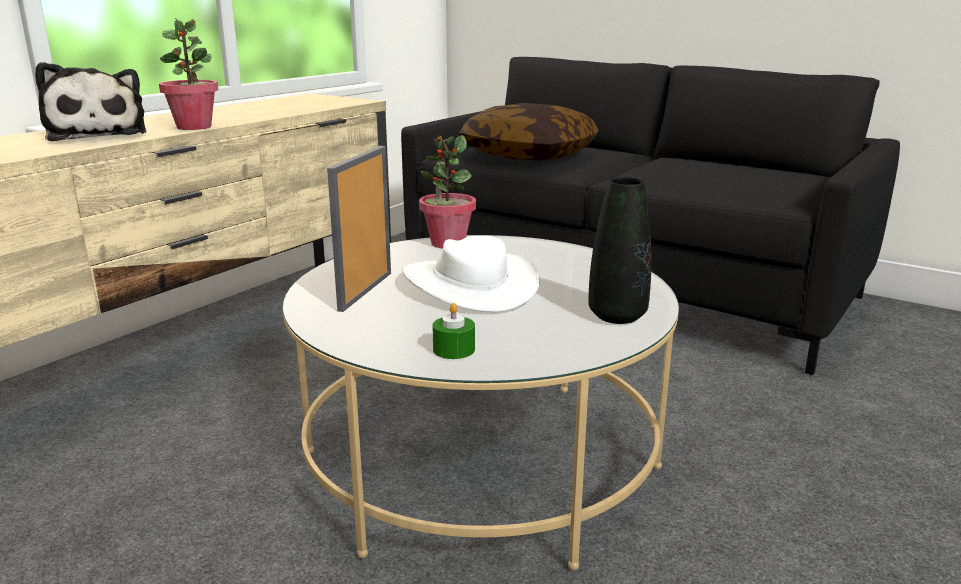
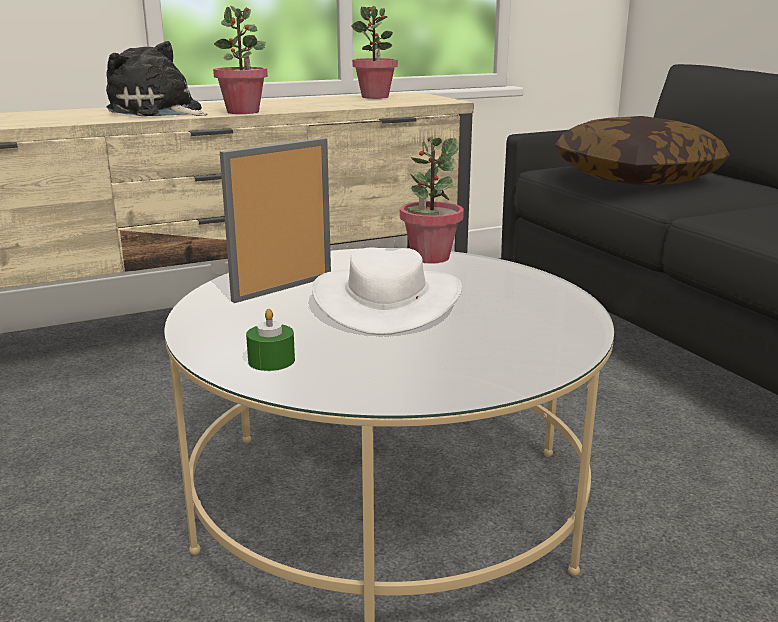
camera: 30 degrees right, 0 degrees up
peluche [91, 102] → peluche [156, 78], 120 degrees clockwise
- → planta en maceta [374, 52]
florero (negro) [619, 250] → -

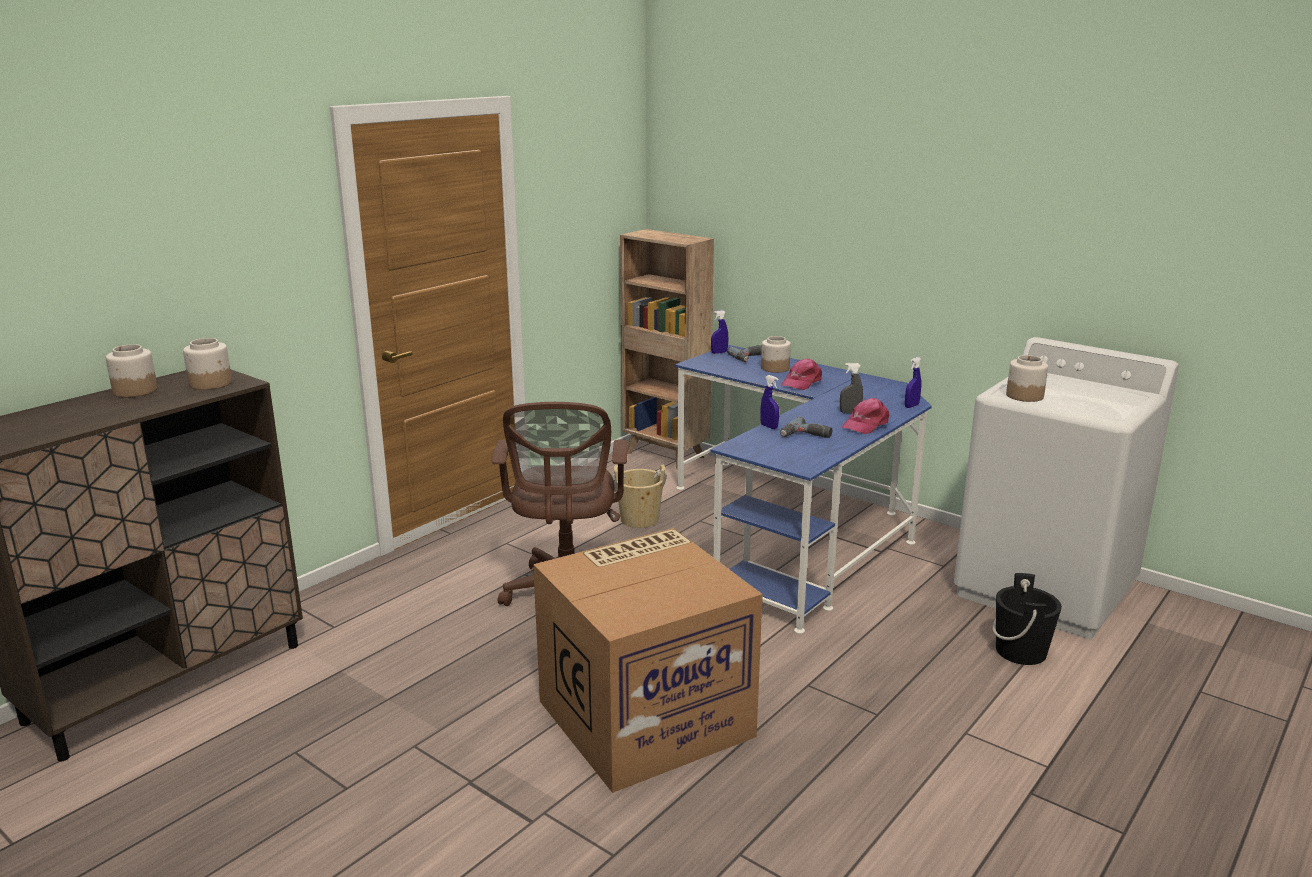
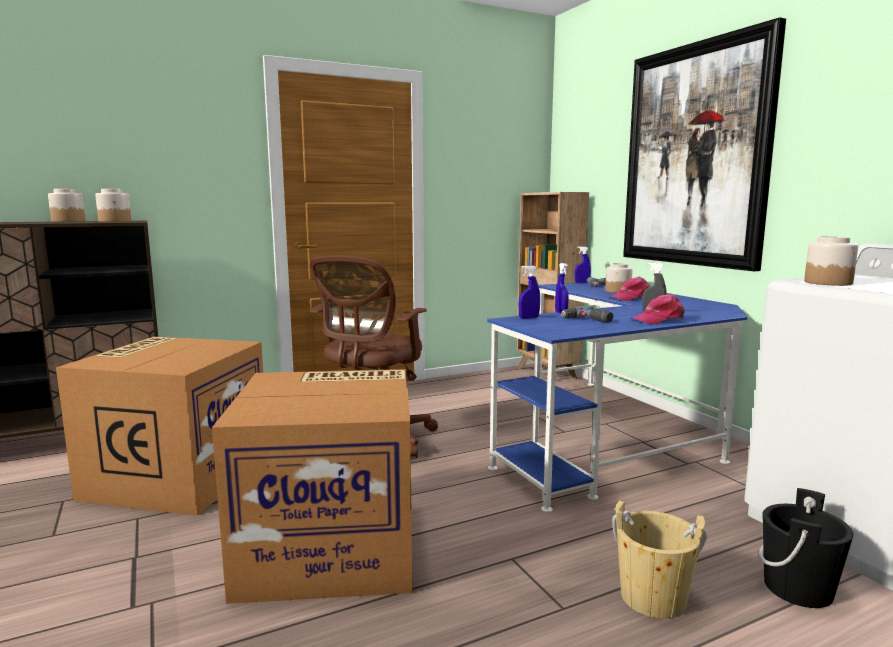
camera: 25 degrees right, 10 degrees down
- → caja de cartón [159, 426]
pulverizador (azul) [913, 382] → pulverizador (azul) [529, 292], move
cubo (beis) [639, 496] → cubo (beis) [660, 560], move
- → cuadro [704, 144]

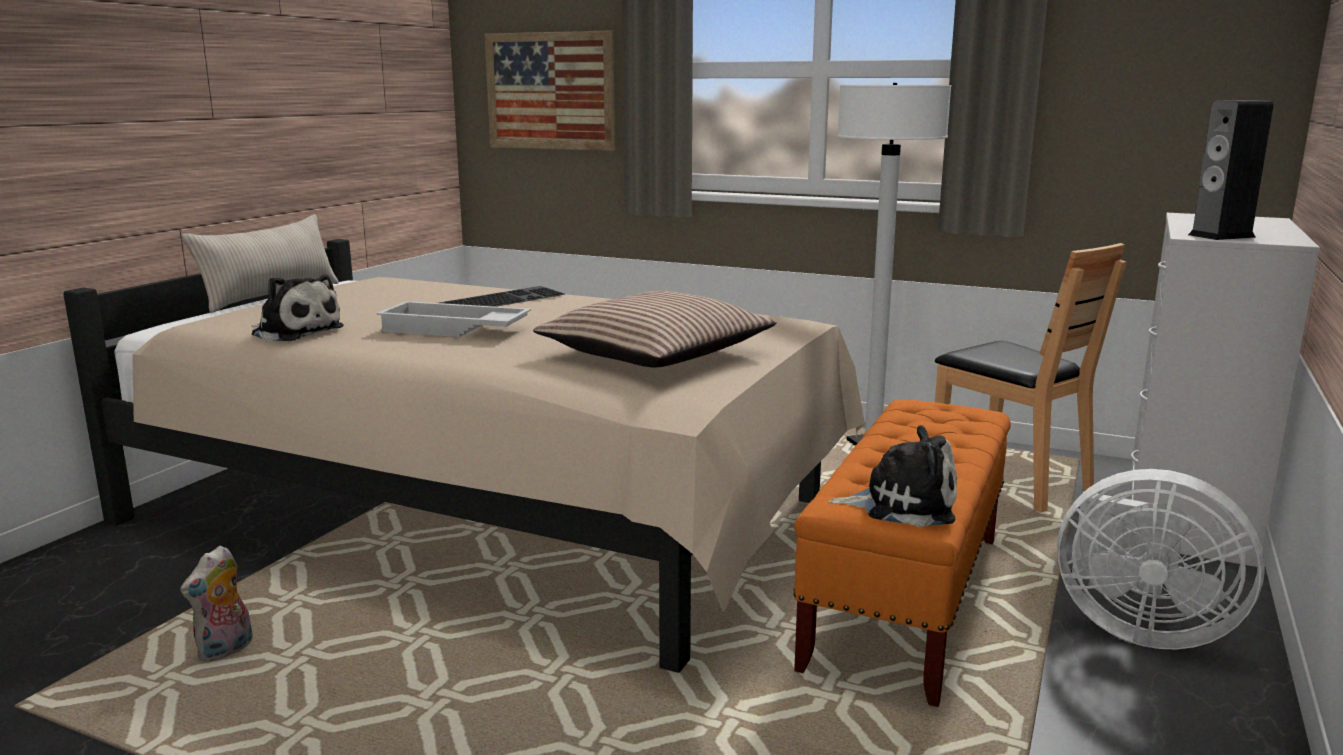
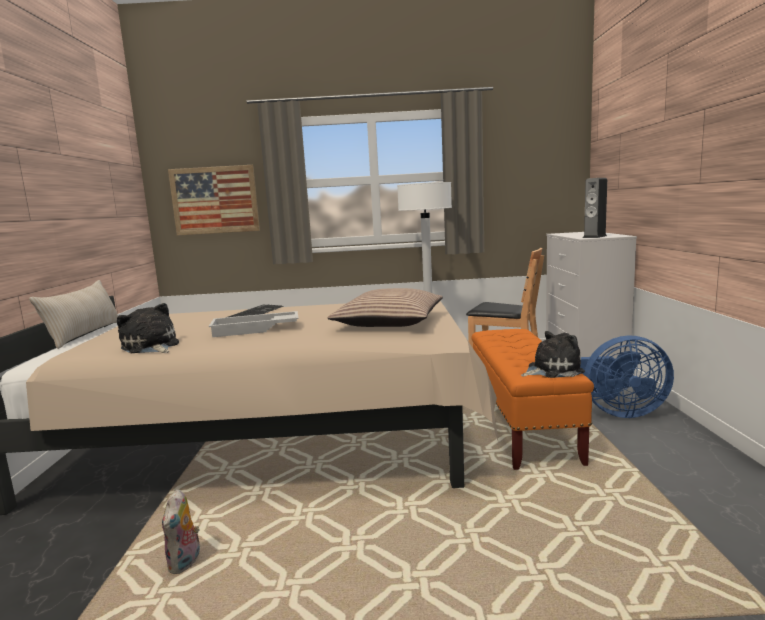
camera: 25 degrees left, 5 degrees down
peluche [298, 308] → peluche [148, 328], 135 degrees counterclockwise
ventilador (blanco) [1161, 559] → ventilador (azul) [627, 376]

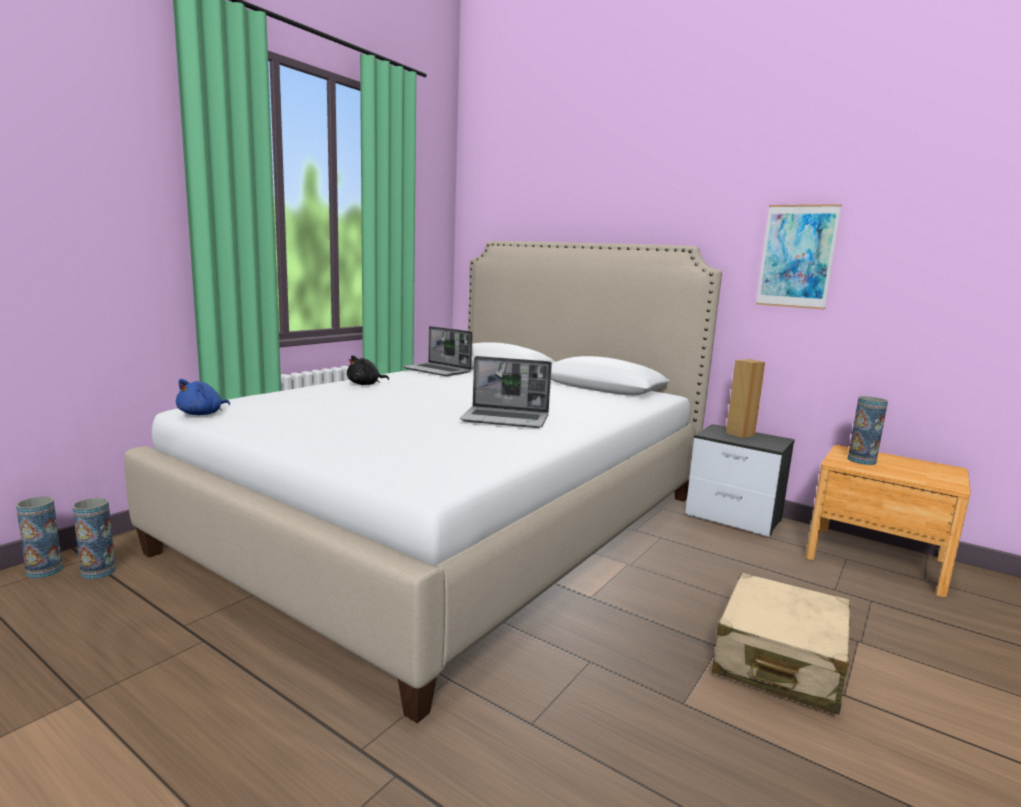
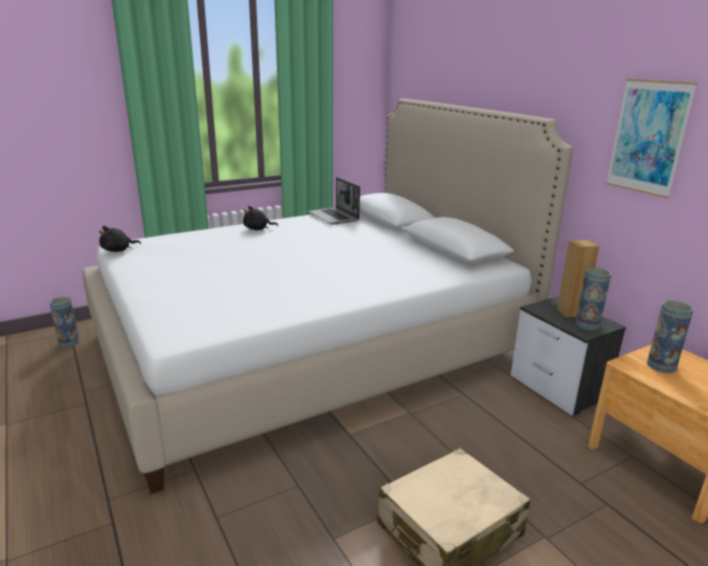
camera: 25 degrees right, 10 degrees up
peluche (azul) [203, 397] → peluche (negro) [120, 239]
florero [39, 537] → florero [593, 298], move
portátil [506, 392] → -

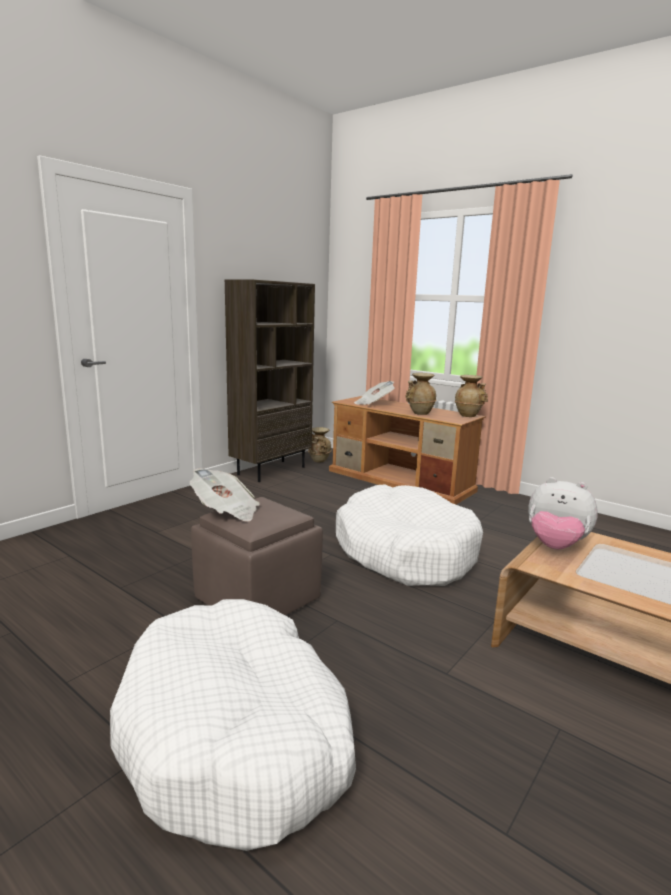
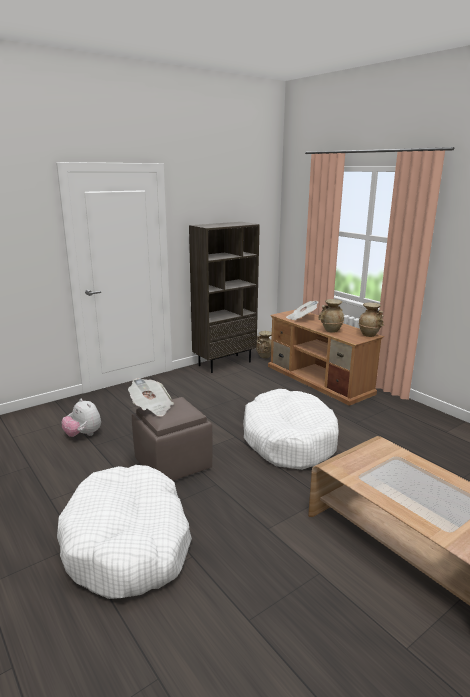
camera: 15 degrees right, 5 degrees up
peluche [563, 513] → peluche [81, 418], move

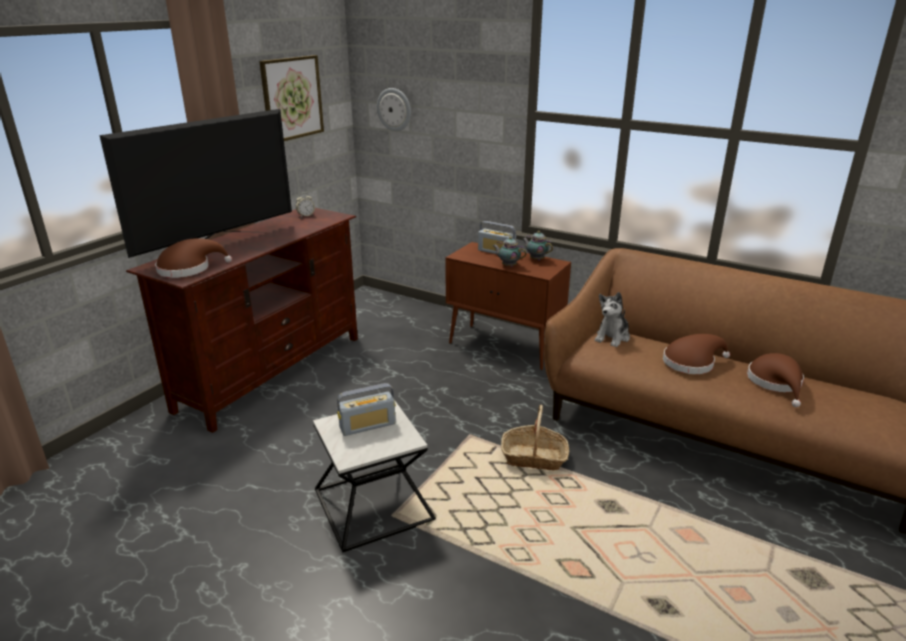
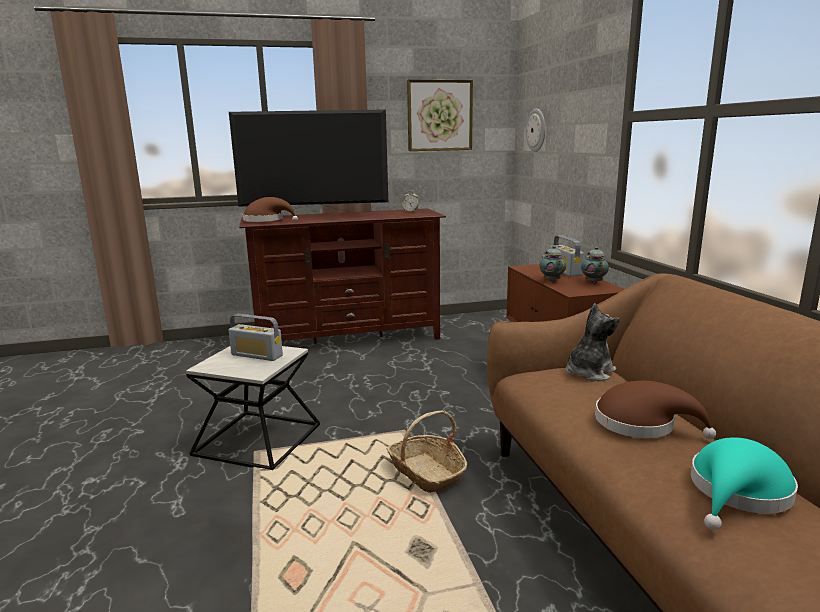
camera: 45 degrees right, 10 degrees down
peluche [612, 319] → peluche [592, 342], 150 degrees clockwise
sombrero (marrón) [775, 380] → sombrero (turquesa) [744, 483]

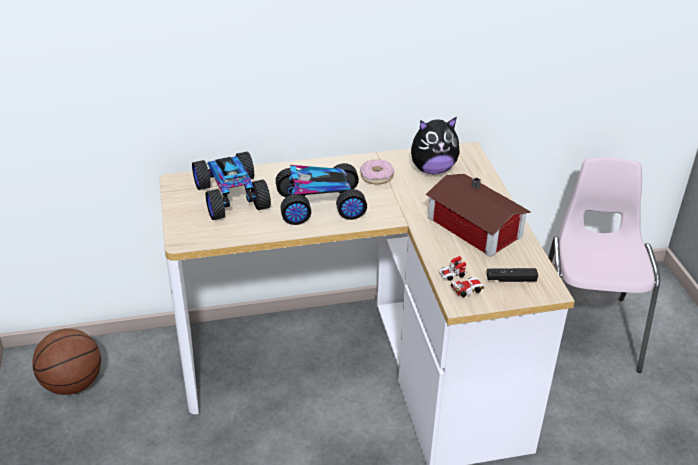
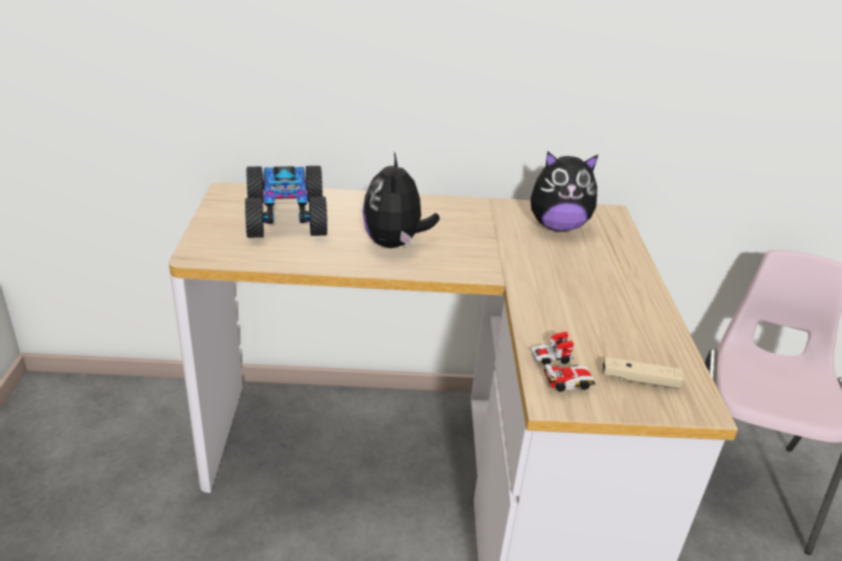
camera: 10 degrees right, 5 degrees down
coche de juguete [321, 194] → peluche [401, 200]
mando de consola (negro) [512, 275] → mando de consola (beis) [643, 373]
balón de baloncesto [66, 362] → -
rosquilla [377, 171] → -
casita [478, 215] → -

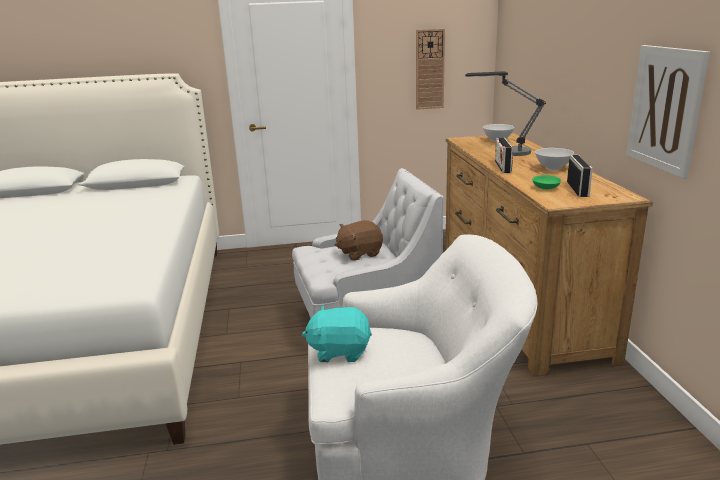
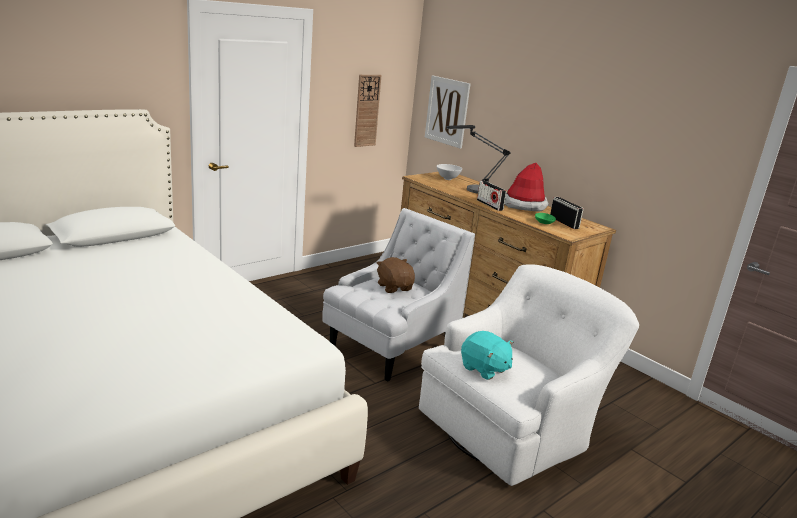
camera: 35 degrees left, 0 degrees up
peluche (marrón) [359, 240] → peluche (marrón) [396, 275], 120 degrees clockwise
cuadro [668, 112] → cuadro [447, 112], move
peluche (turquesa) [337, 334] → peluche (turquesa) [487, 355], 105 degrees counterclockwise
cuenco (blanco) [554, 159] → sombrero [527, 187]

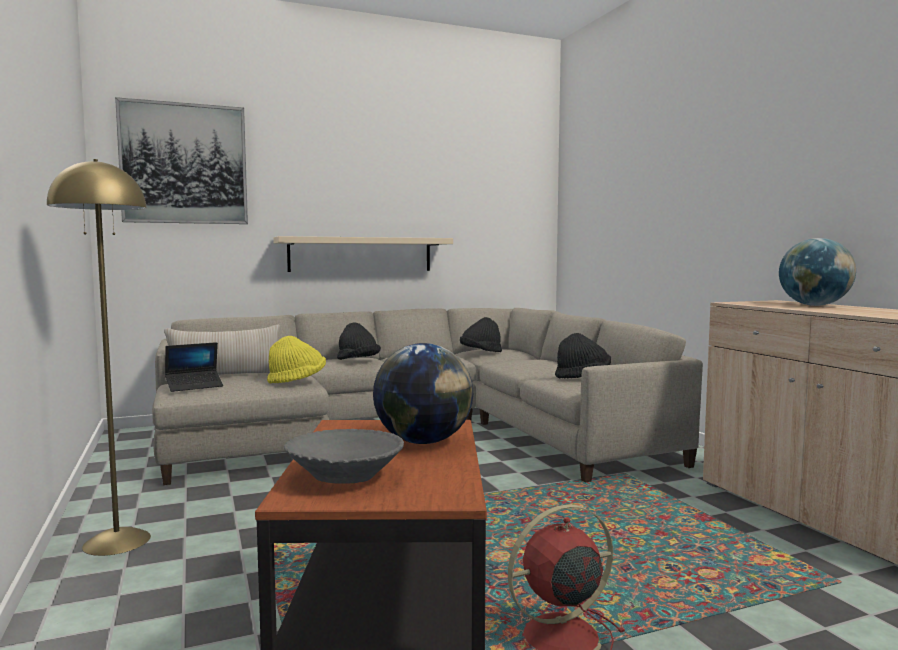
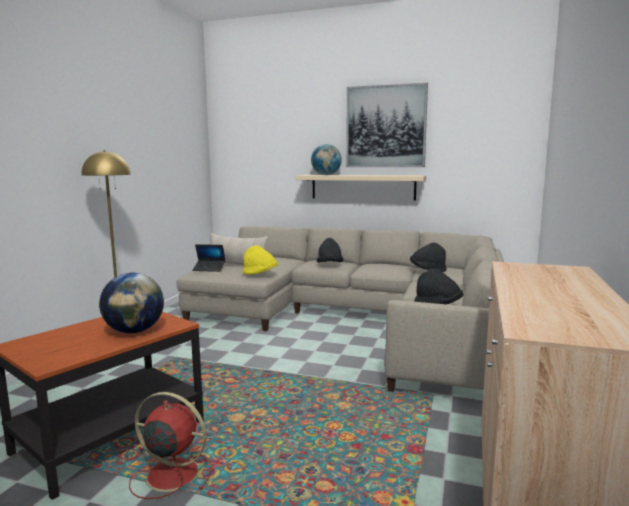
camera: 40 degrees right, 5 degrees up
globo terráqueo [817, 272] → globo terráqueo [326, 159], move
cuadro [181, 160] → cuadro [387, 125], move
cuenco (gris) [344, 456] → -

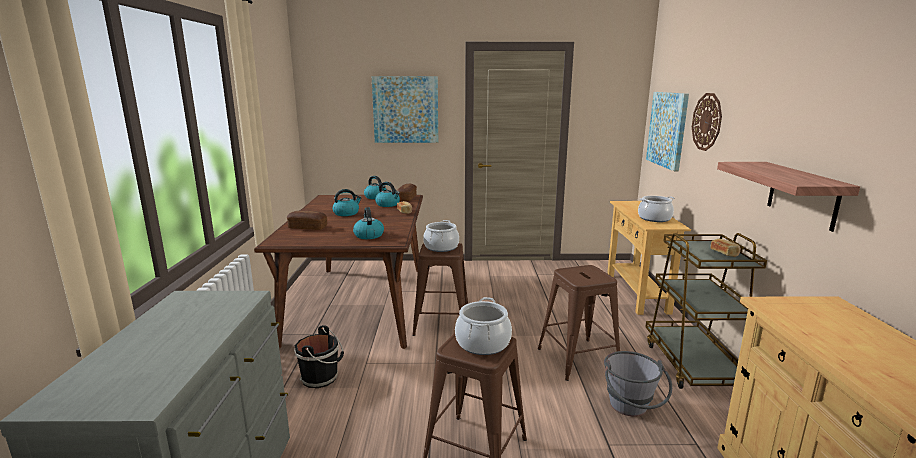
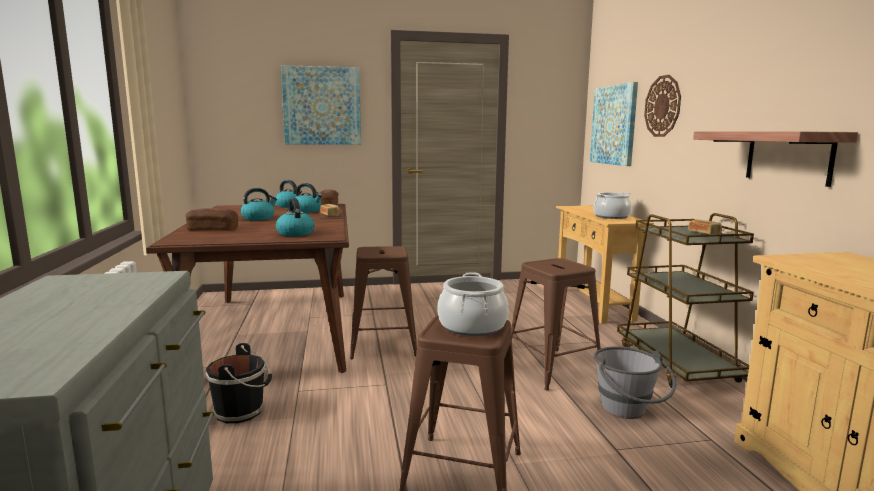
camera: 10 degrees left, 5 degrees down
olla [441, 236] → -

